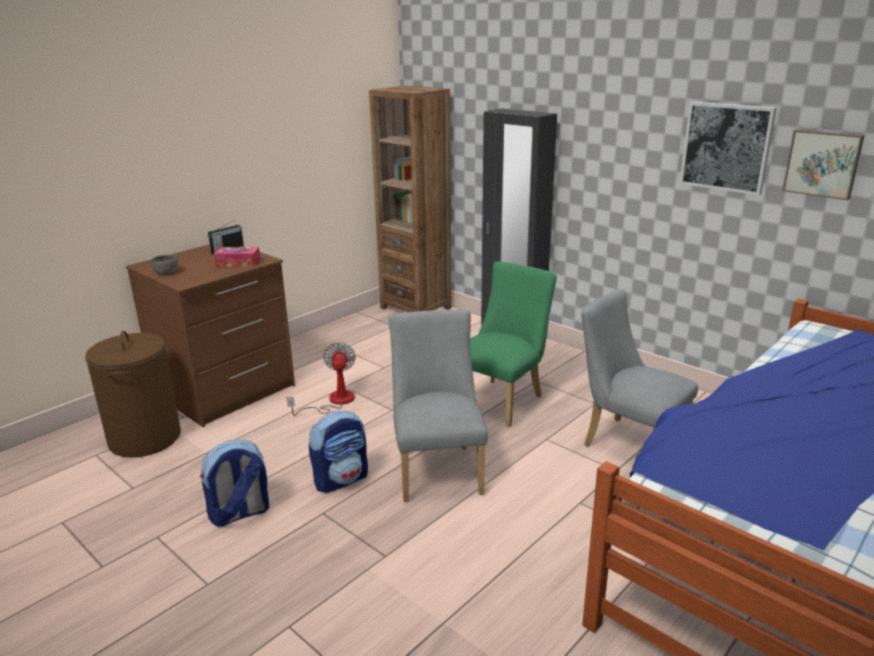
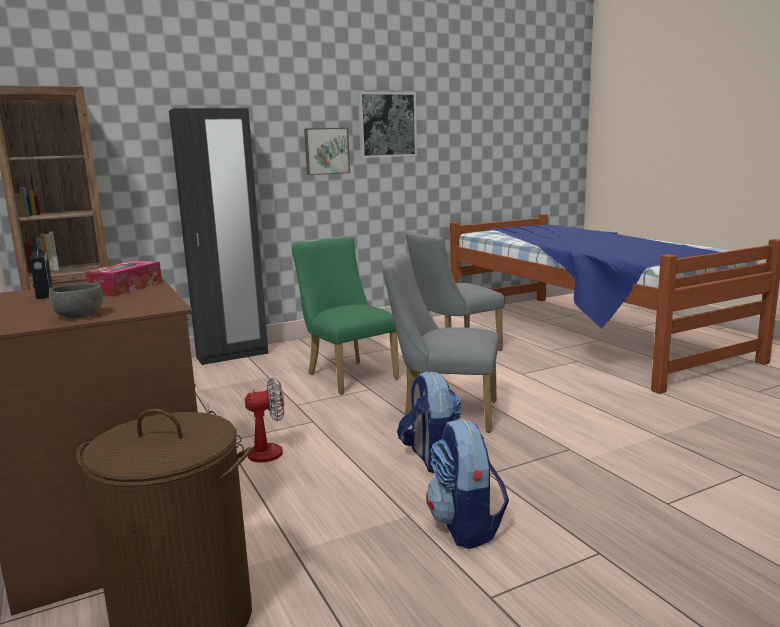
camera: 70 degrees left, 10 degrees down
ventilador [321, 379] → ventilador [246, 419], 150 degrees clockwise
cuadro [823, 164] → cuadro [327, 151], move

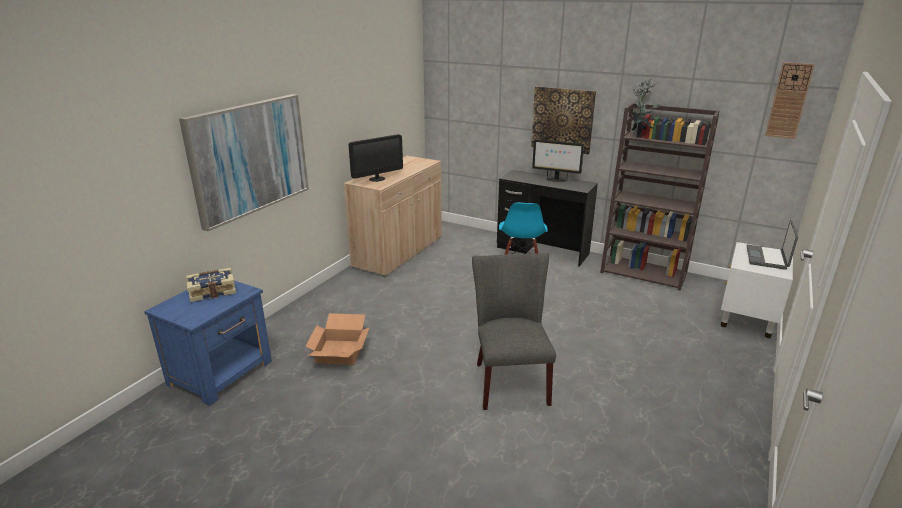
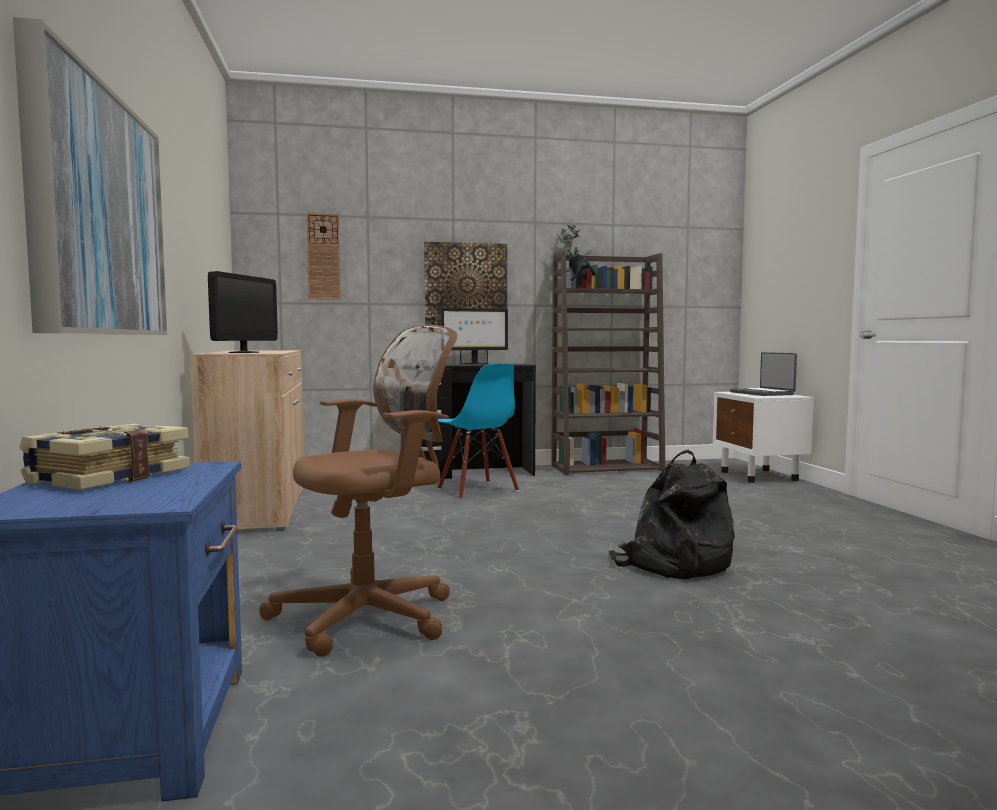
camera: 40 degrees left, 20 degrees down
caja de cartón [338, 339] → silla de oficina (marrón) [358, 491]
reloj de pared [790, 100] → reloj de pared [323, 256], move
silla (gris) [514, 331] → mochila (negro) [672, 514]

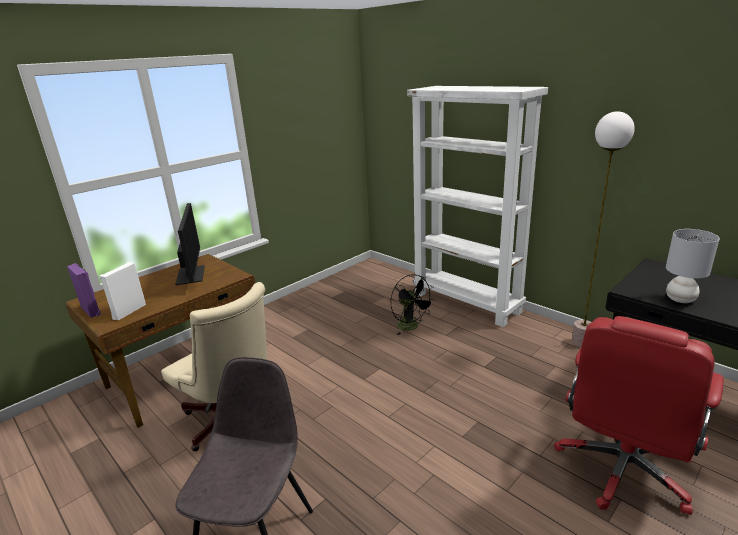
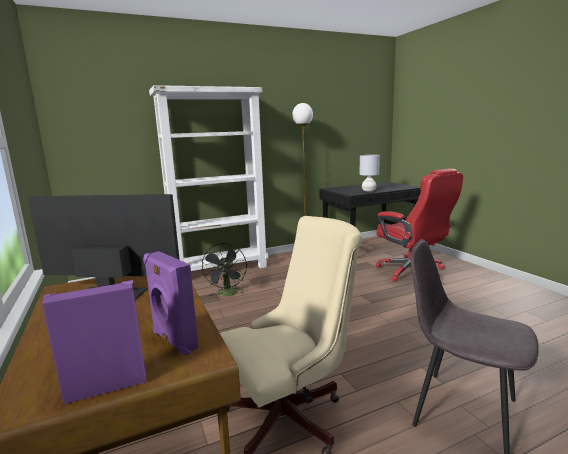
camera: 70 degrees left, 10 degrees down
altavoz (blanco) [122, 291] → altavoz (morado) [171, 303]
ventilador (negro) [413, 304] → ventilador (negro) [224, 269], 105 degrees clockwise

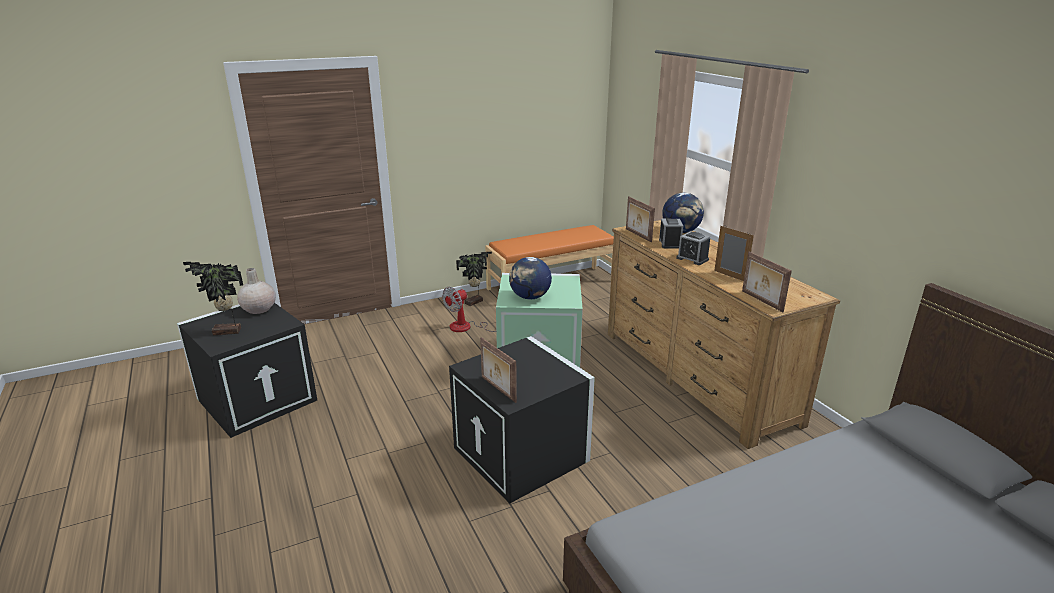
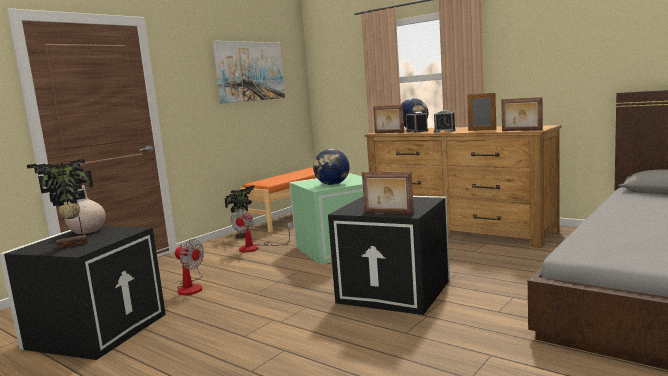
camera: 25 degrees left, 15 degrees down
- → ventilador [189, 267]
- → cuadro [248, 72]

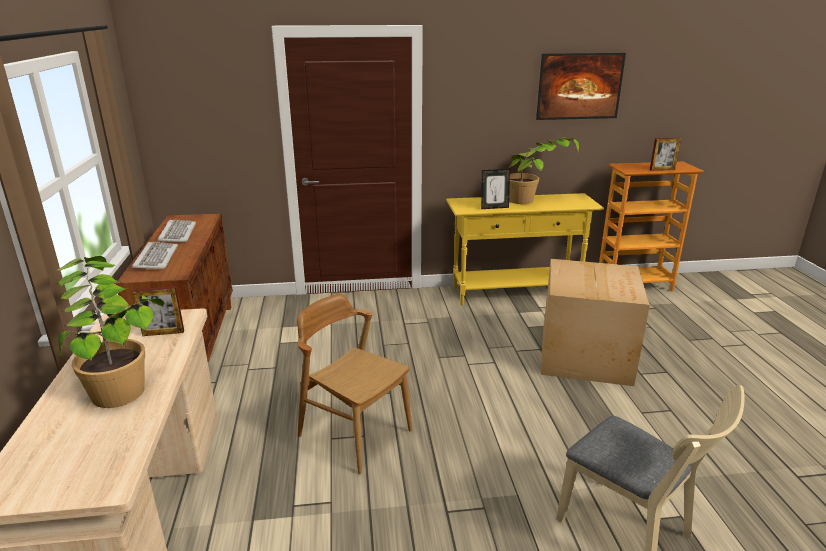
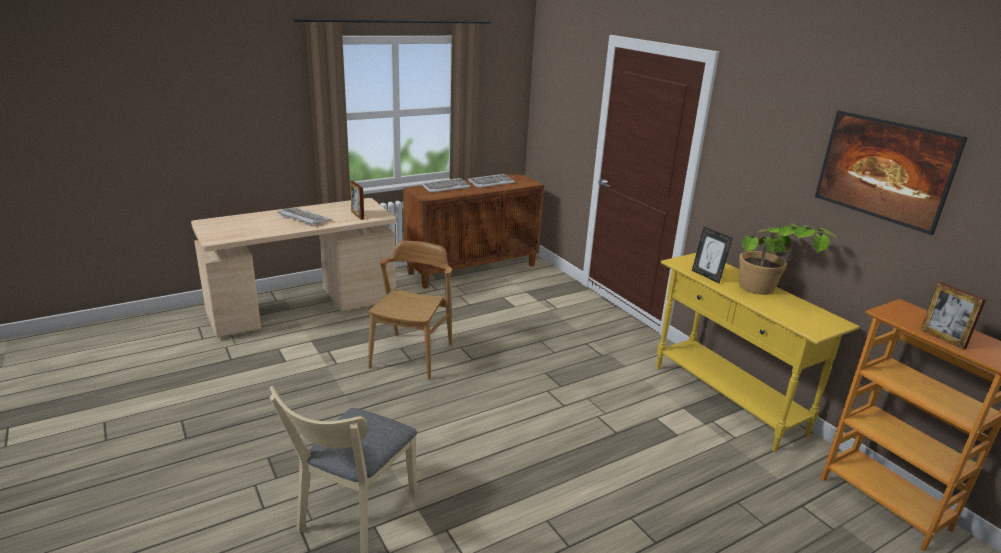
camera: 65 degrees right, 0 degrees up
planta en maceta [110, 332] → teclado [304, 216]
caja de cartón [595, 322] → -

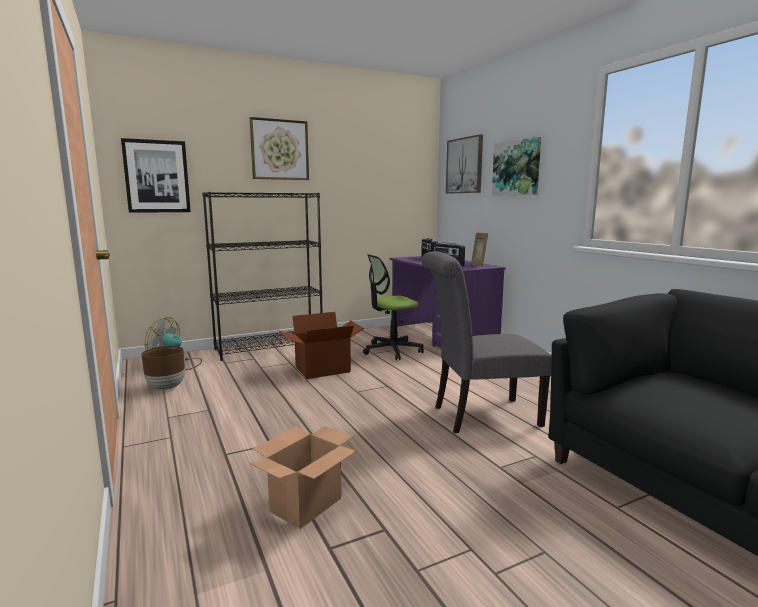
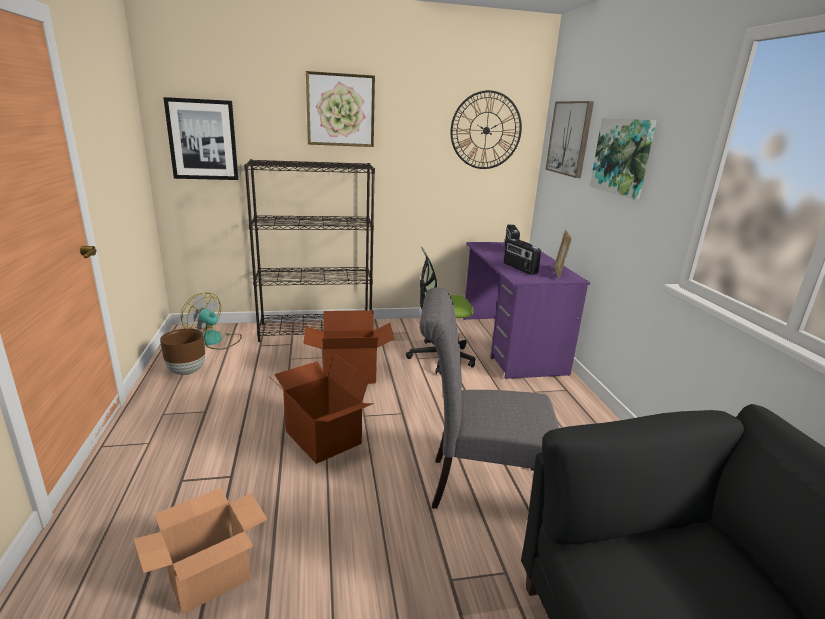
camera: 15 degrees right, 10 degrees up
- → caja de cartón [322, 409]
- → reloj de pared [486, 129]

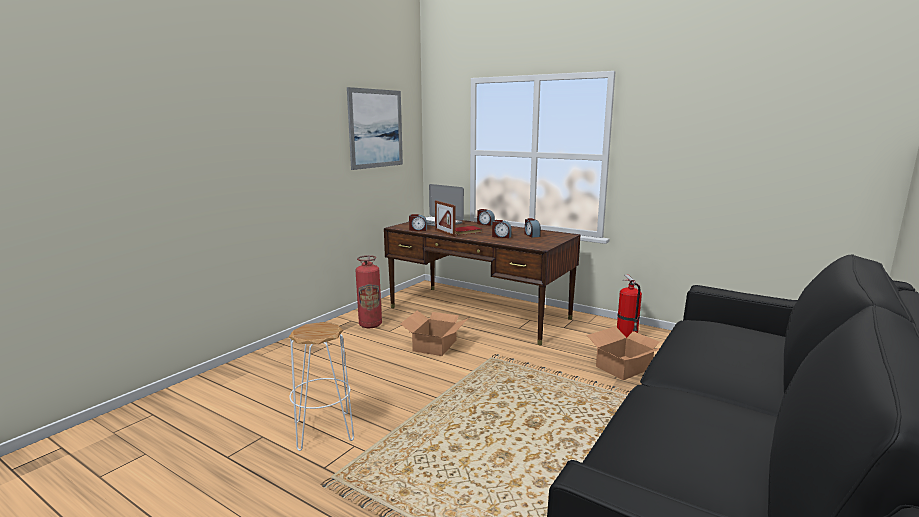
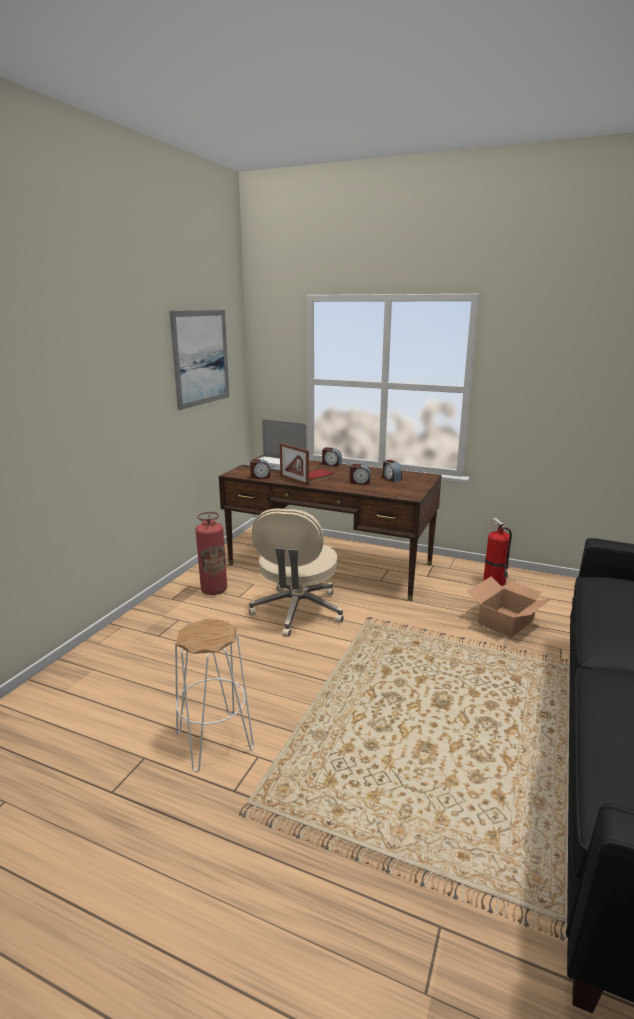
camera: 10 degrees left, 5 degrees up
caja de cartón [434, 333] → silla de oficina (beis) [296, 572]

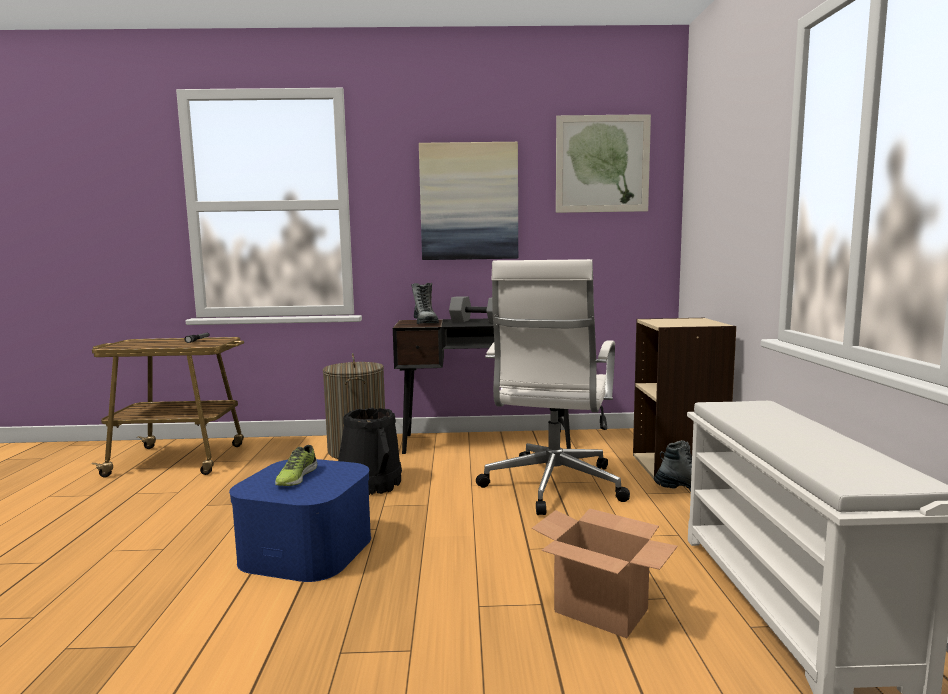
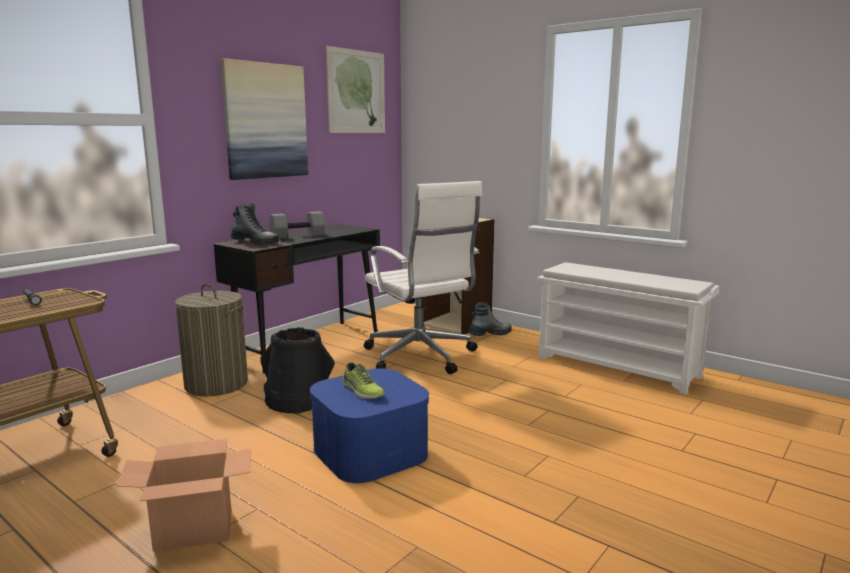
camera: 50 degrees left, 5 degrees up
caja de cartón [605, 573] → caja de cartón [183, 495], move

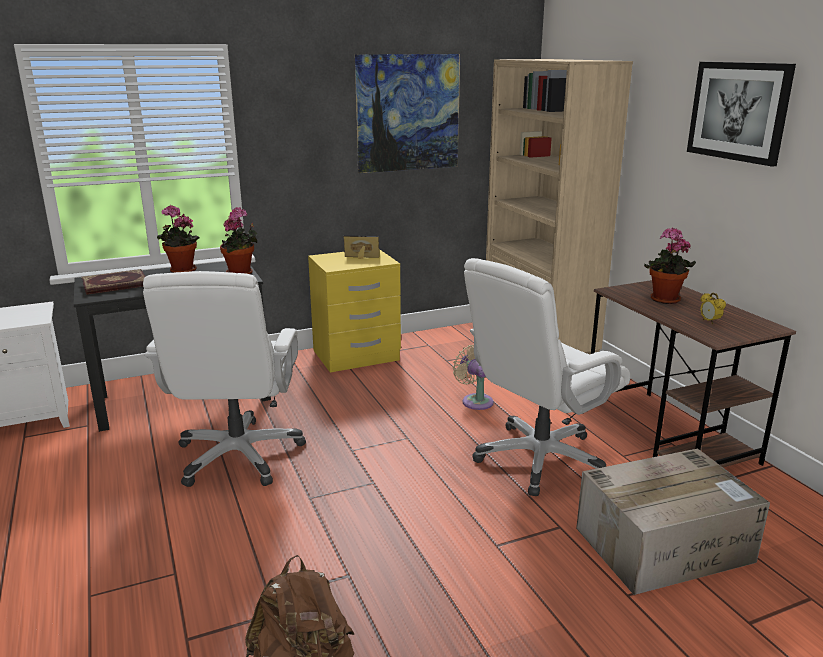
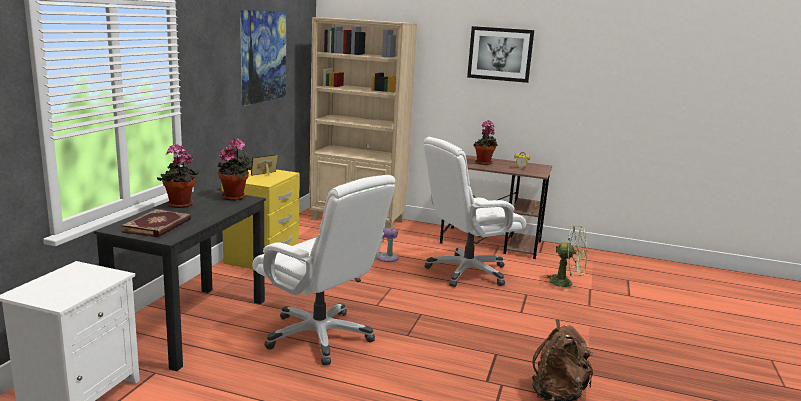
camera: 50 degrees left, 5 degrees down
silla de oficina (blanco) [547, 377] → silla de oficina (blanco) [475, 212], 60 degrees clockwise
caja de cartón [673, 522] → ventilador (verde) [565, 258]

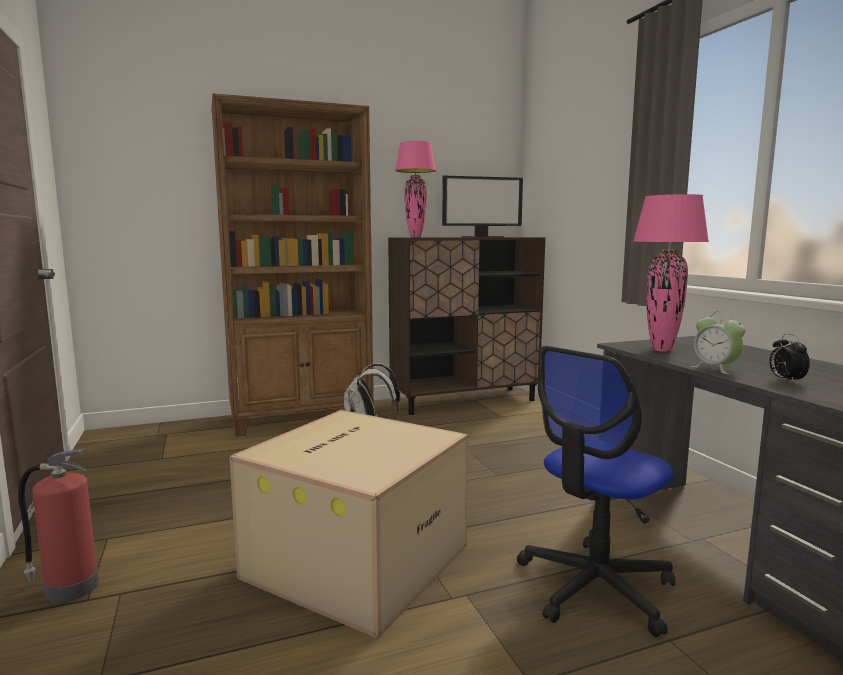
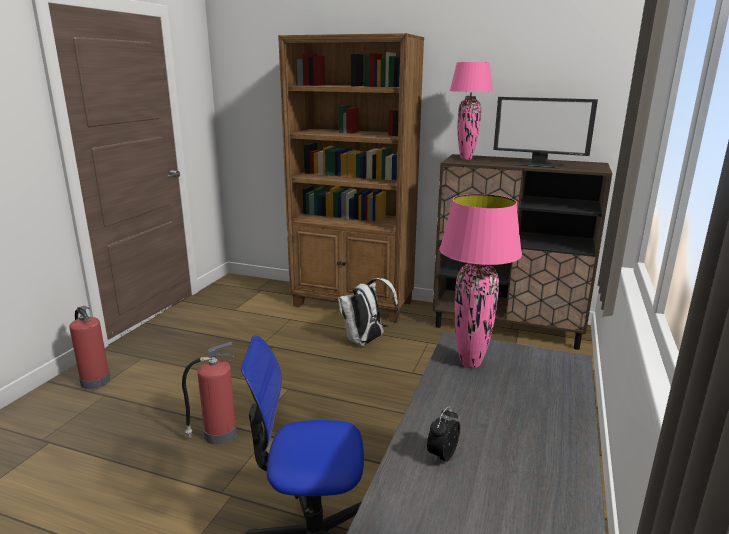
camera: 40 degrees right, 10 degrees up
caja de cartón [348, 524] → extintor [209, 393]
despertador [718, 342] → -

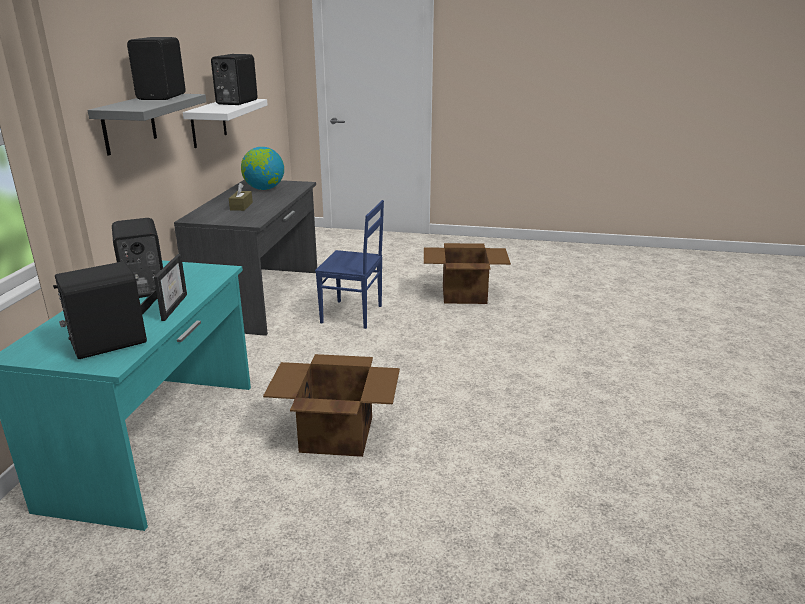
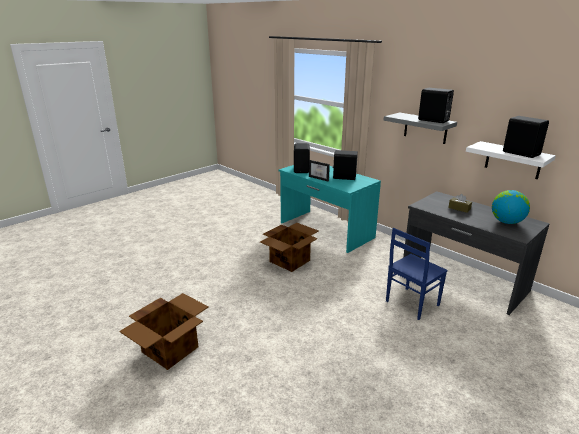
camera: 125 degrees right, 0 degrees up
caja de cartón [467, 273] → caja de cartón [164, 331], move

